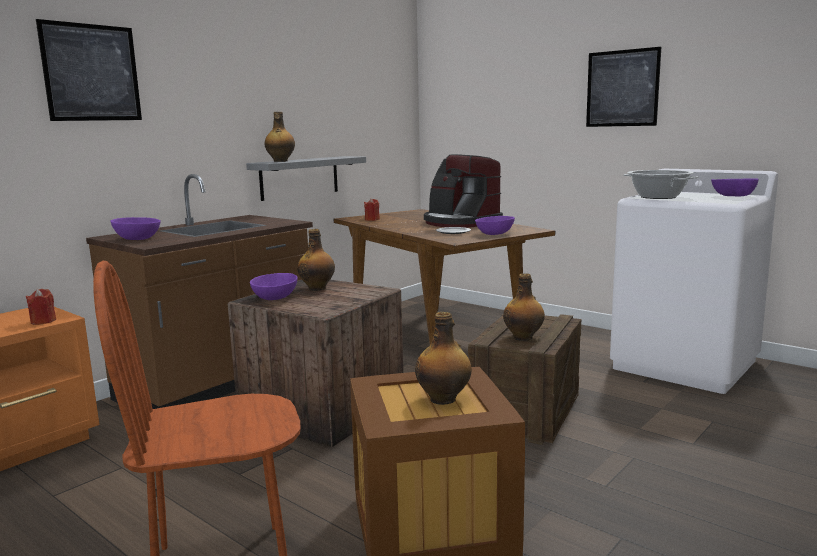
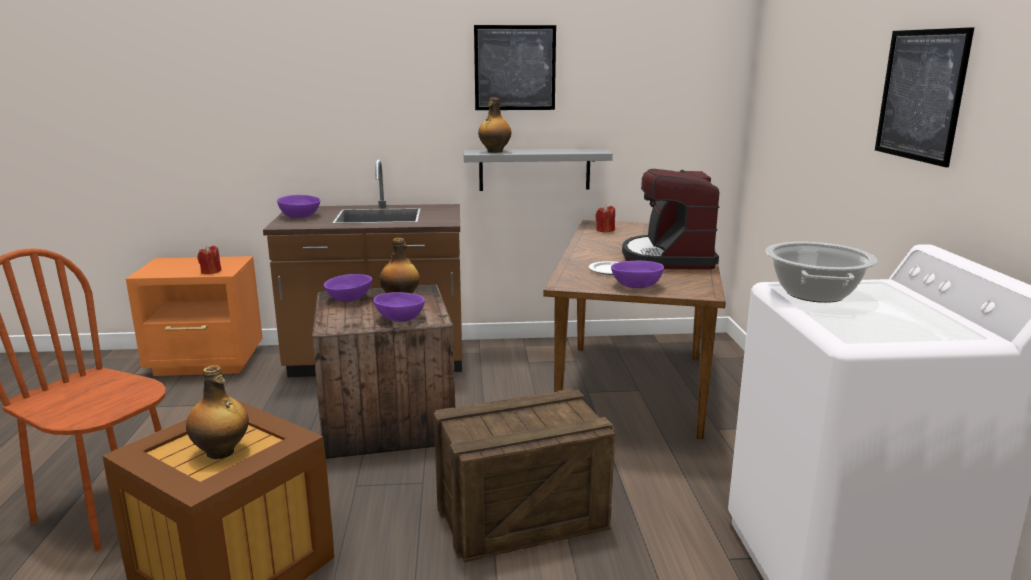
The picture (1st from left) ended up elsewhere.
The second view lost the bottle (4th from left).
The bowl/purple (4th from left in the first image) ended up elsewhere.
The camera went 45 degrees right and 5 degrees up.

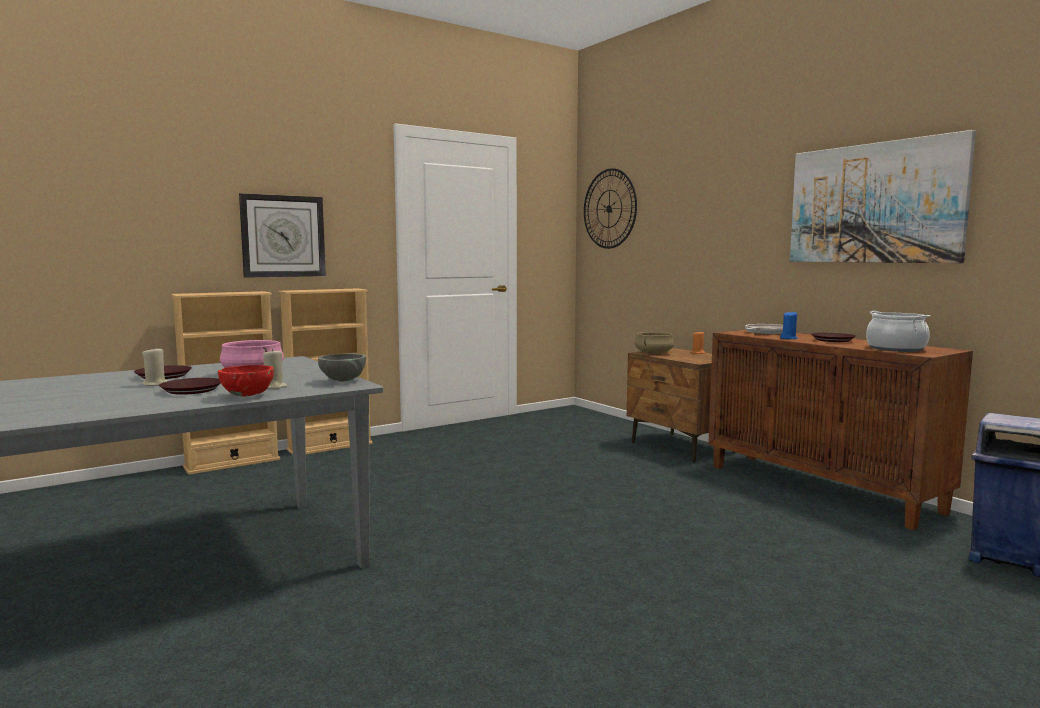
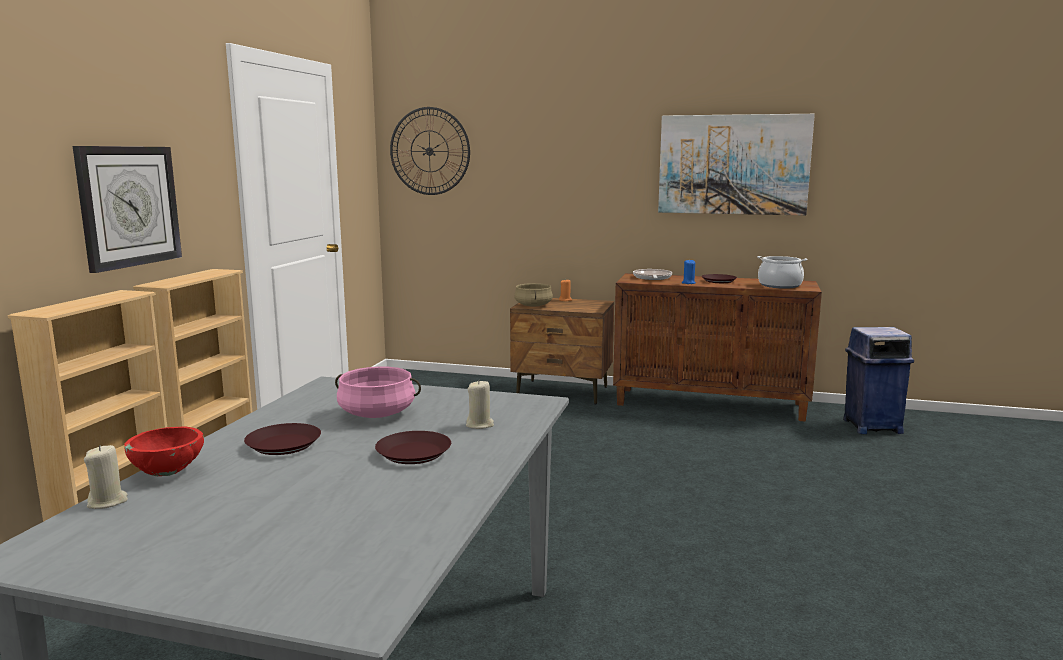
The candle/beige (1st from left) ended up elsewhere.
The bowl/red ended up elsewhere.
The second view lost the bowl/grey.
The camera went 40 degrees left and 5 degrees up.

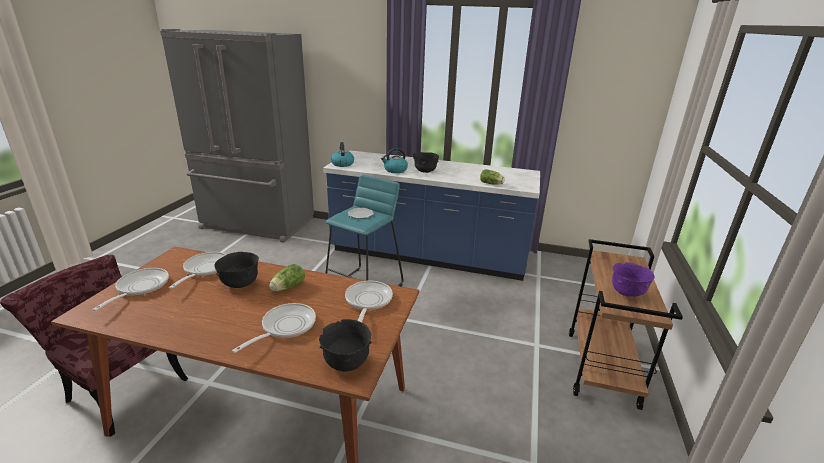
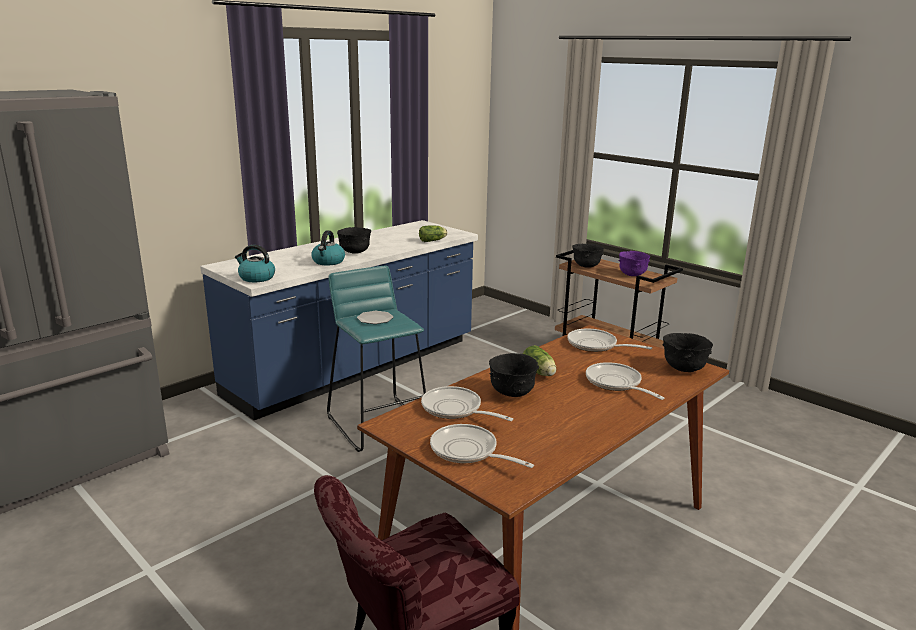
The second view gained the bowl/black (3rd from left).
The camera went 60 degrees left and 5 degrees down.

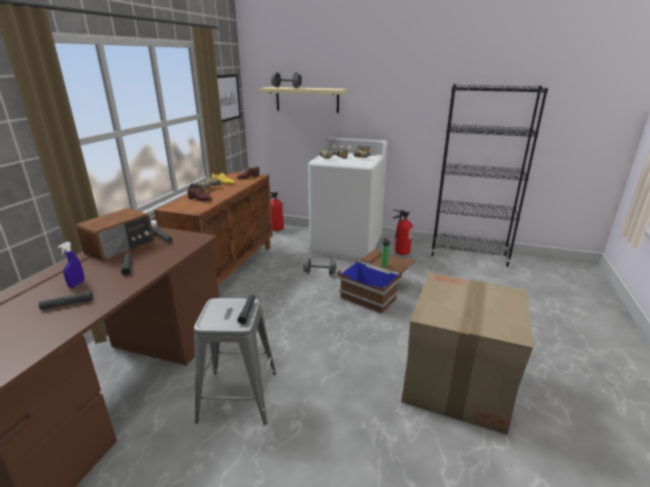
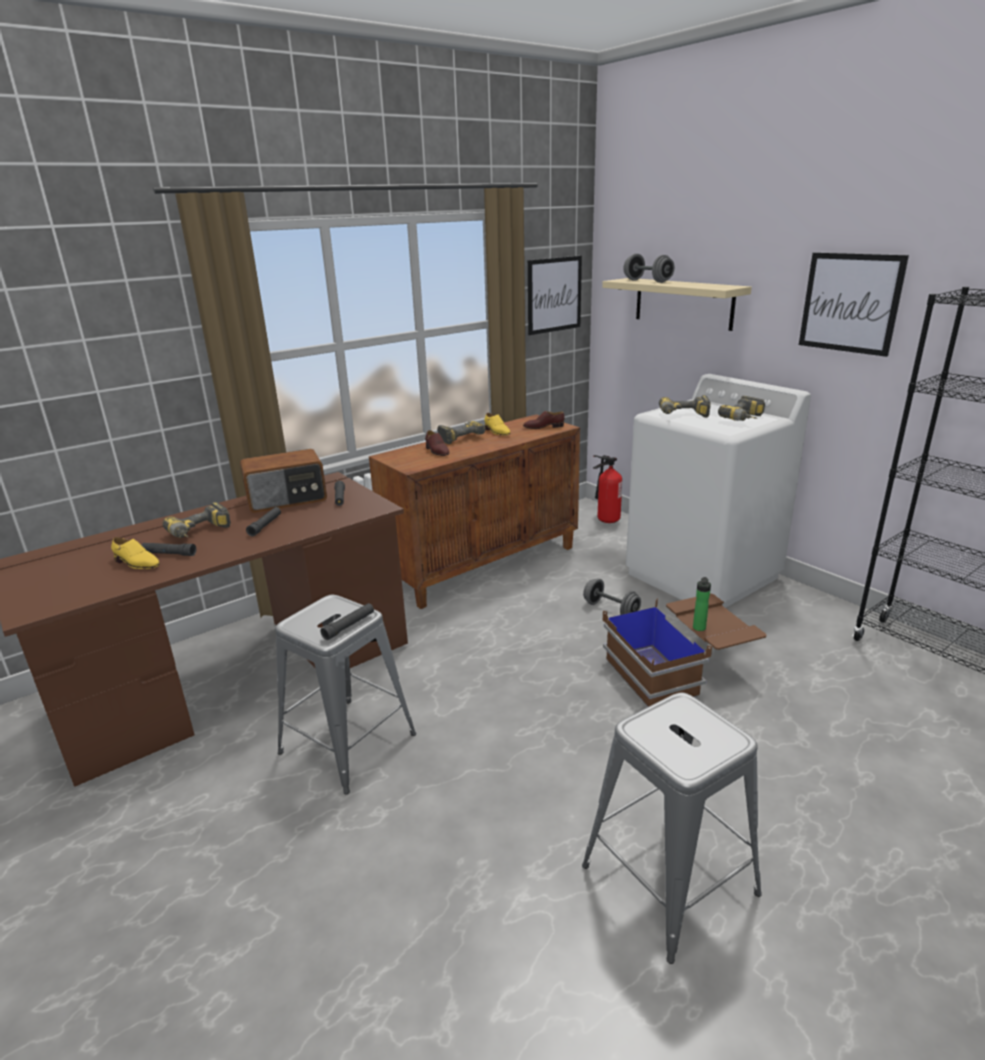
Where the spray bottle/blue stood, the power drill (1st from left) came to stand.
The second view lost the fire extinguisher (2nd from left).
Where the cardboard box stood, the stool/grey (2nd from left) came to stand.
The second view gained the shoe/yellow (1st from left).
The second view gained the picture (2nd from left).
The camera went 35 degrees right and 0 degrees up.

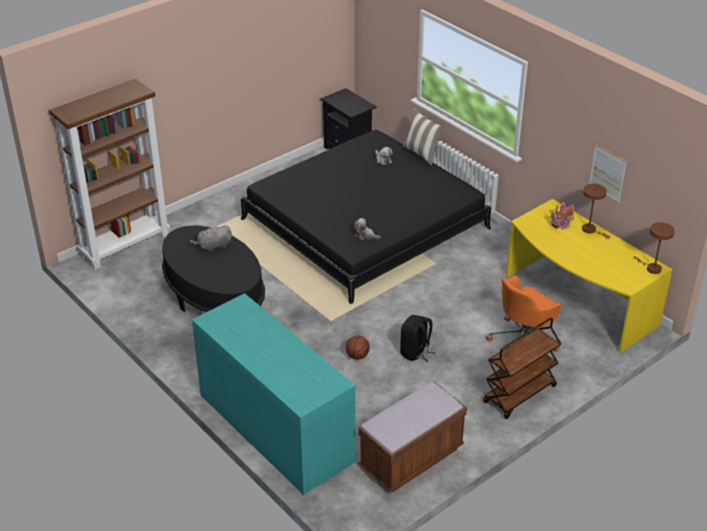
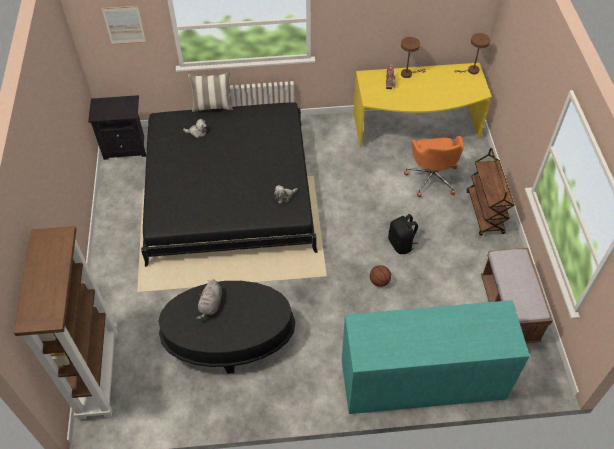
The picture ended up elsewhere.
The camera went 55 degrees left and 15 degrees up.

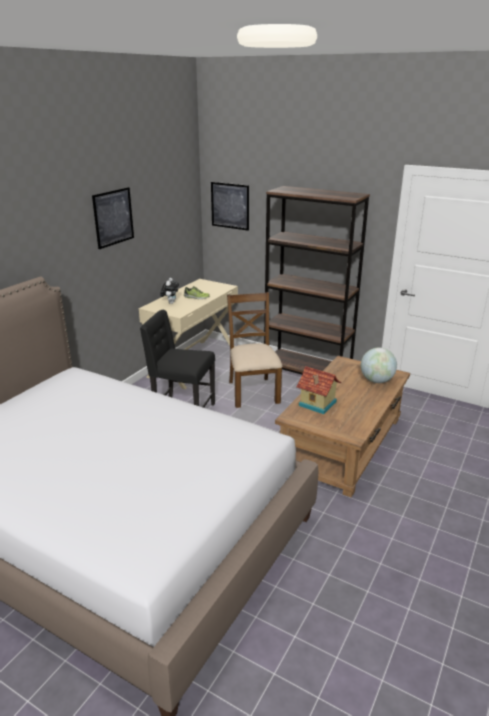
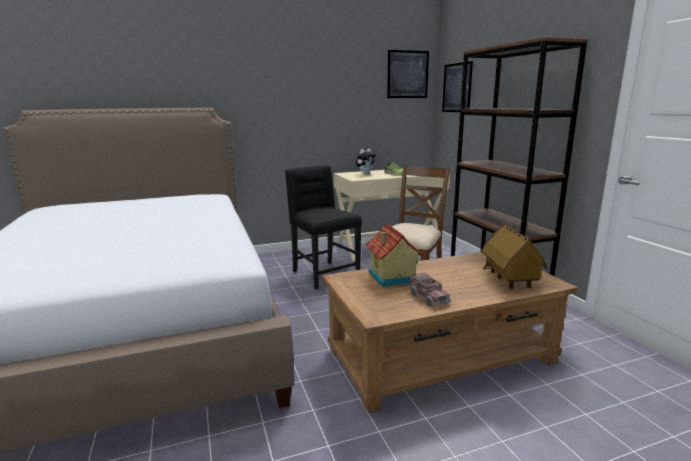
The picture (1st from left) ended up elsewhere.
Where the globe stood, the toy house (2nd from left) came to stand.
The second view gained the toy truck.
The camera went 40 degrees right and 10 degrees down.

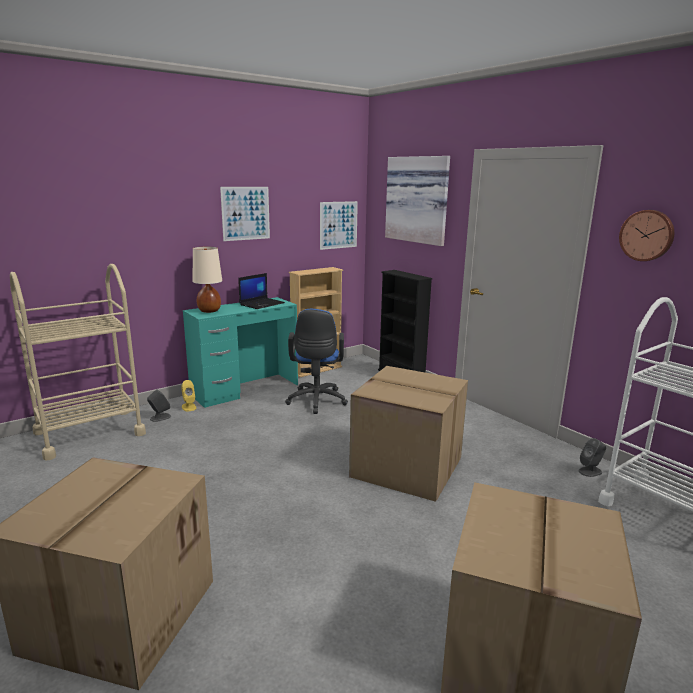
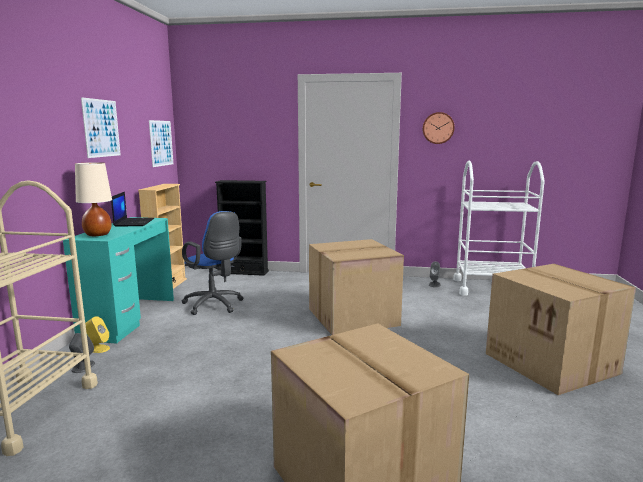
The second view lost the picture (3rd from left).
The camera went 45 degrees left and 5 degrees down.

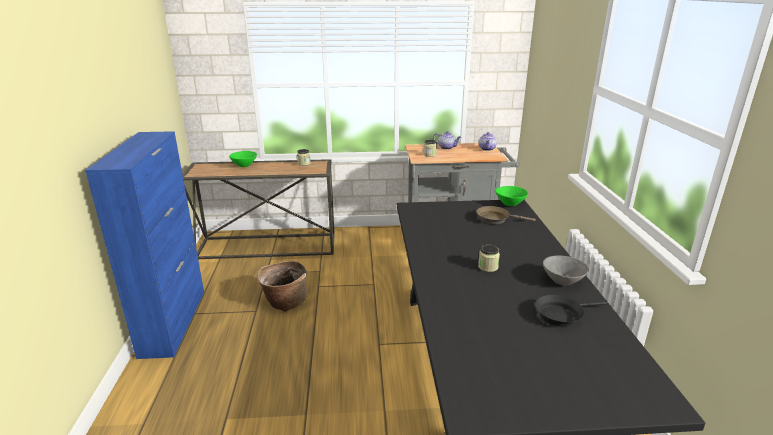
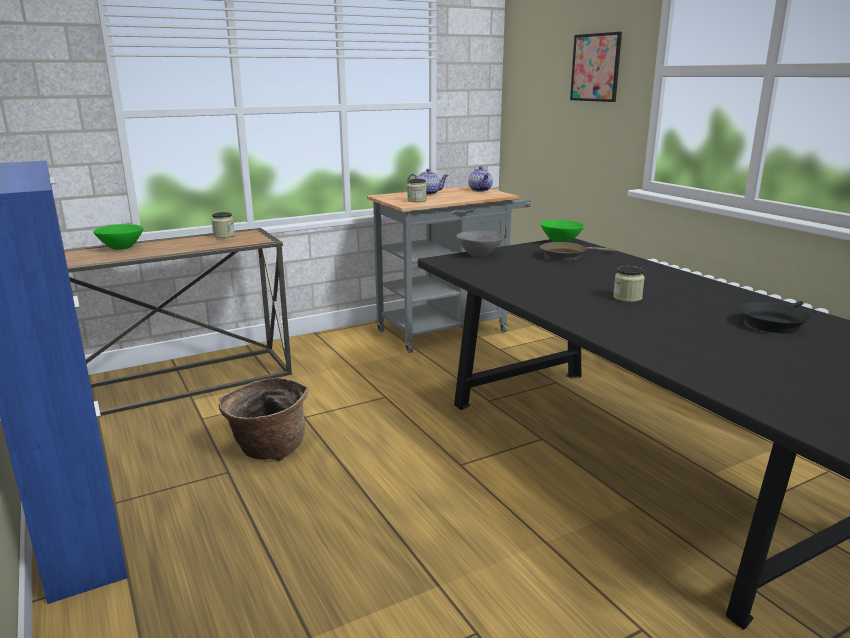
The bowl/grey ended up elsewhere.
The second view gained the picture.
The camera went 25 degrees left and 5 degrees down.

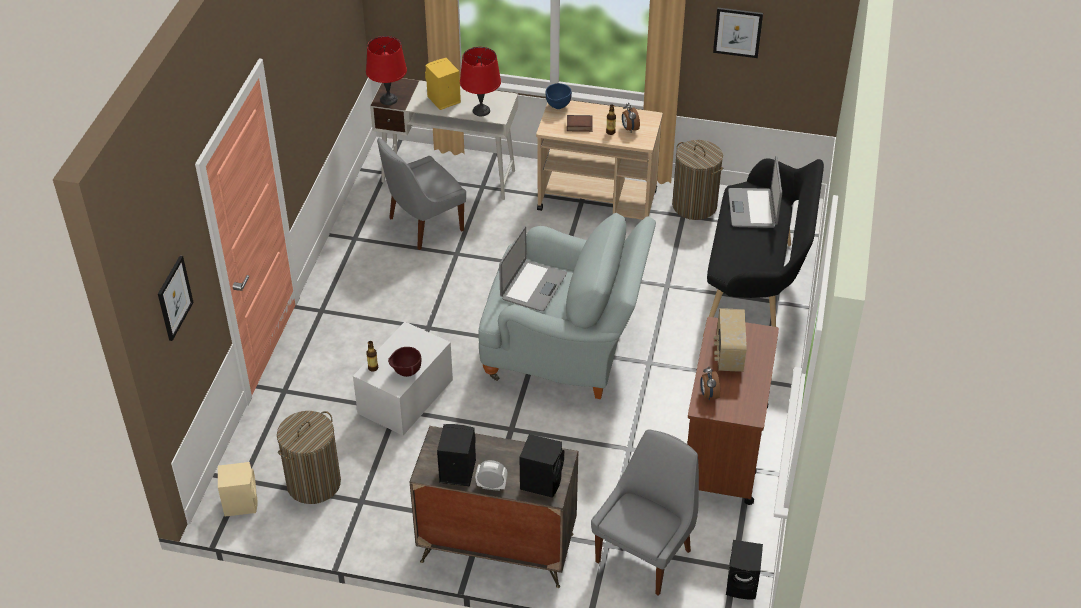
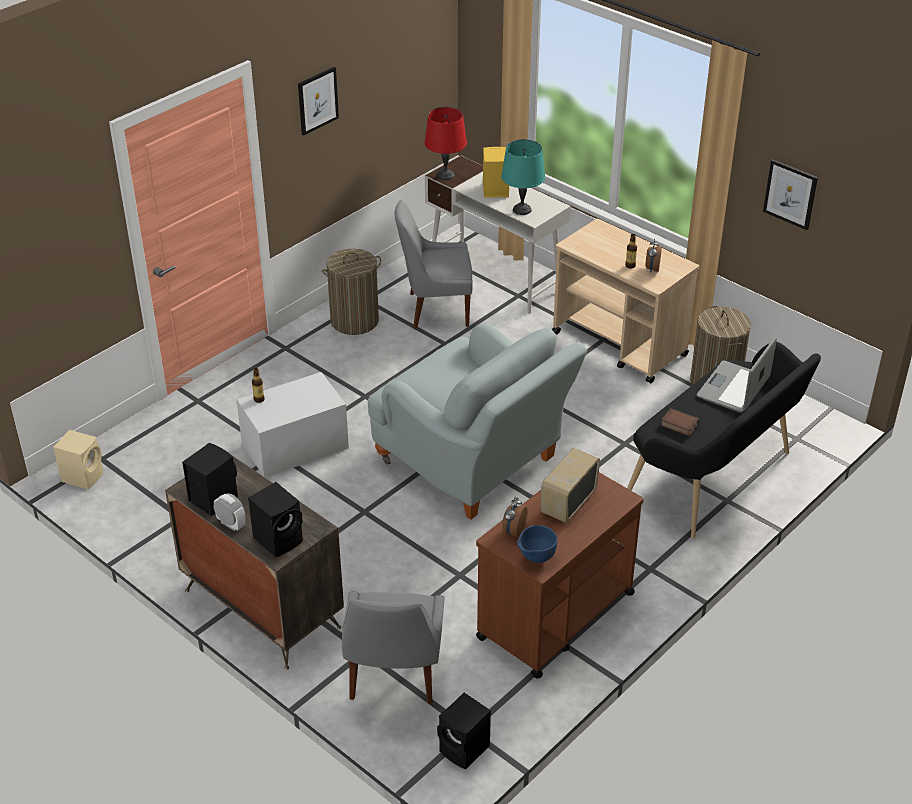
The picture (1st from left) ended up elsewhere.
The laundry basket (1st from left) ended up elsewhere.
The second view lost the bowl/brown.
What was the table lamp/red (2nd from left) turned into the table lamp/turquoise.
The second view lost the laptop (1st from left).
The bowl/blue ended up elsewhere.
The book ended up elsewhere.
The chair/grey (2nd from left in the first image) ended up facing another way, 120 degrees clockwise from before.
The camera went 30 degrees right and 5 degrees down.

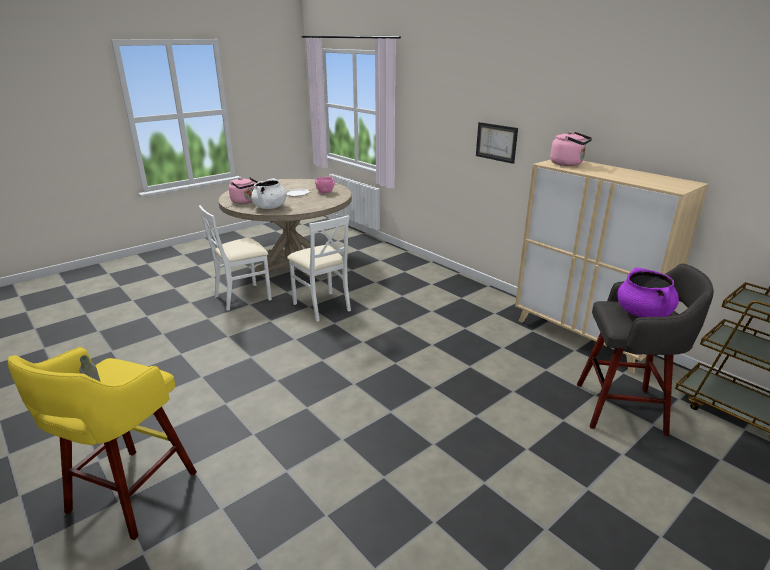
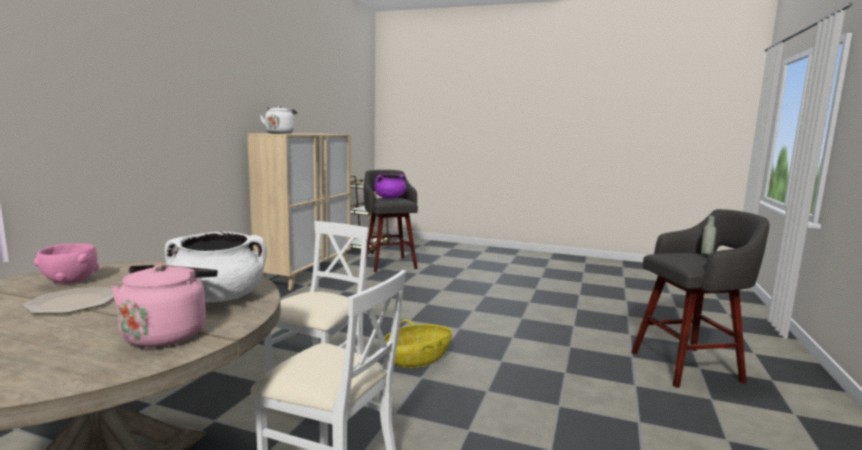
What was the stool/yellow turned into the stool/grey (2nd from left).
The second view lost the picture.
What was the kettle/pink (2nd from left) turned into the kettle/white.
The second view gained the basket.
The camera went 120 degrees left and 15 degrees down.

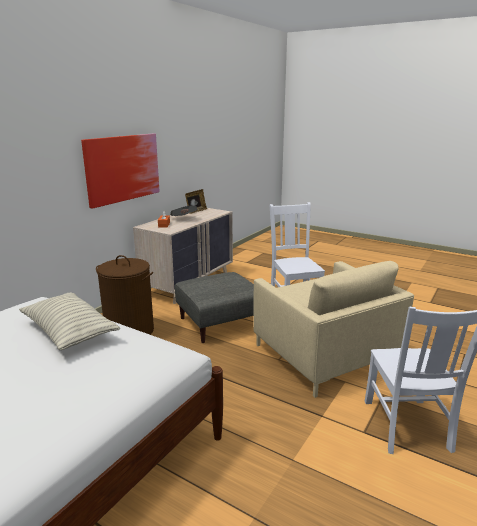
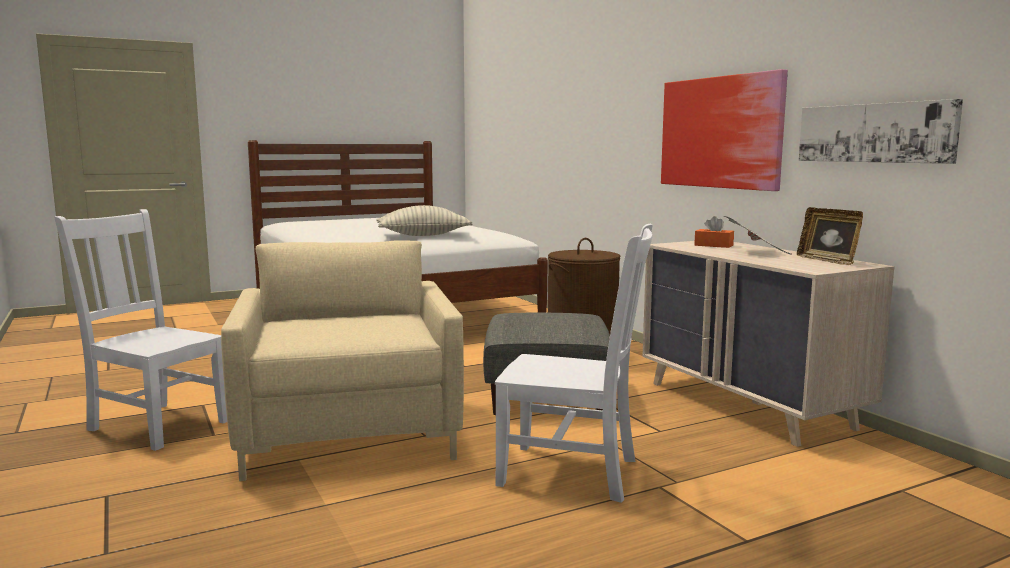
The armchair/beige ended up facing another way, 75 degrees clockwise from before.
The second view gained the picture (2nd from left).
The camera went 120 degrees right and 10 degrees down.

